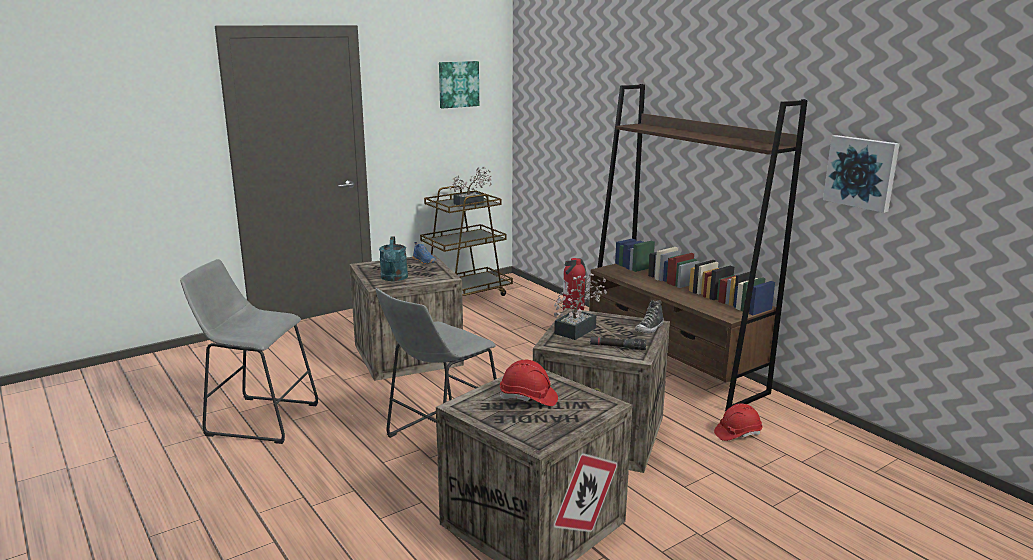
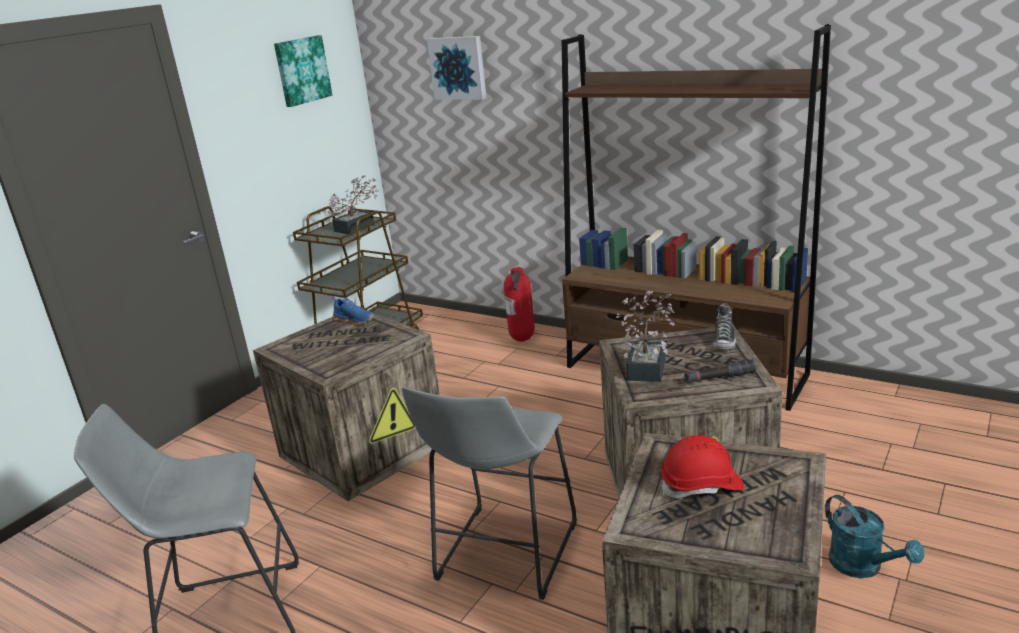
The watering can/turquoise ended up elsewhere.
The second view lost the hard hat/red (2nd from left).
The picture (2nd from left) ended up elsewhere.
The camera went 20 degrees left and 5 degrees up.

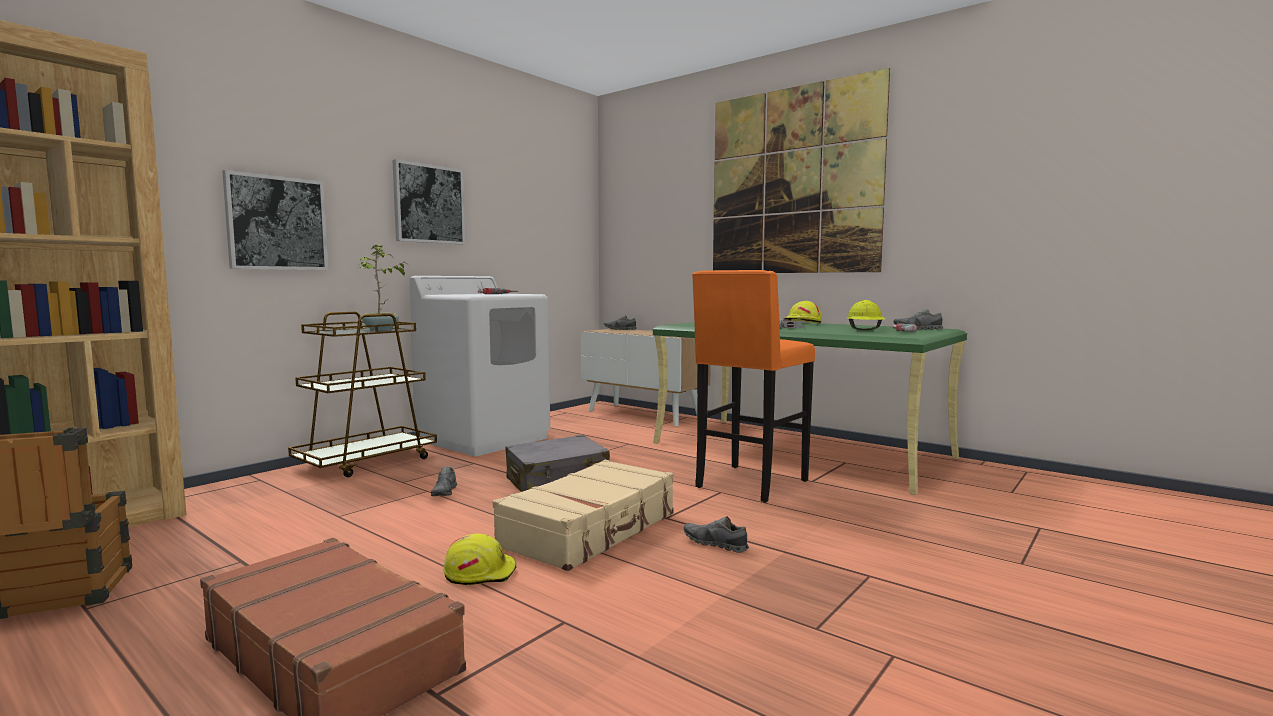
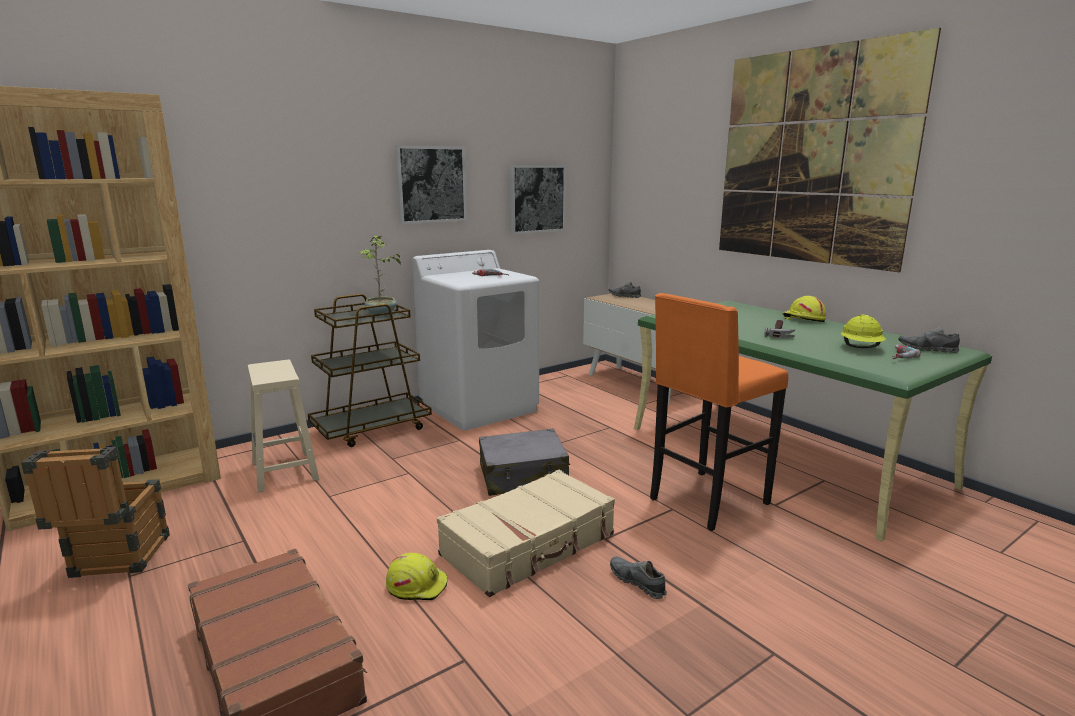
The picture (1st from left in the first image) ended up elsewhere.
The second view lost the shoe/grey (1st from left).
The second view gained the stool/beige.
The camera went 15 degrees right and 10 degrees up.

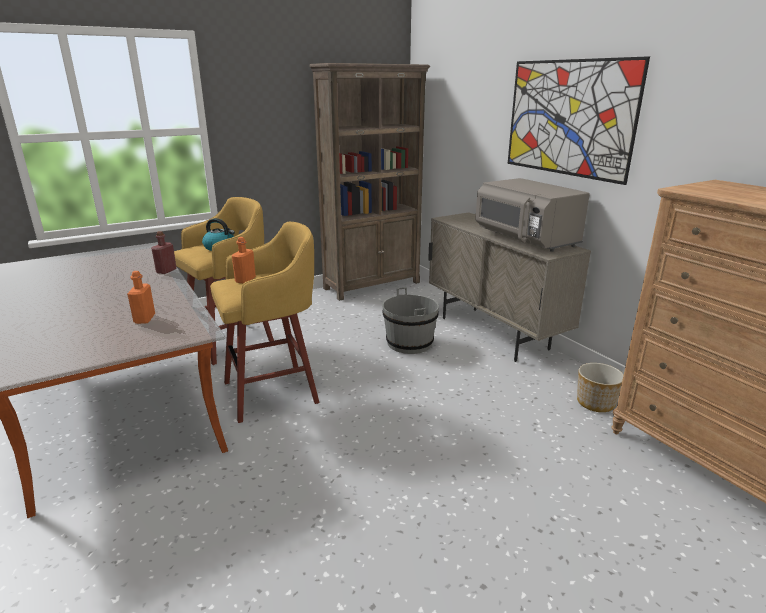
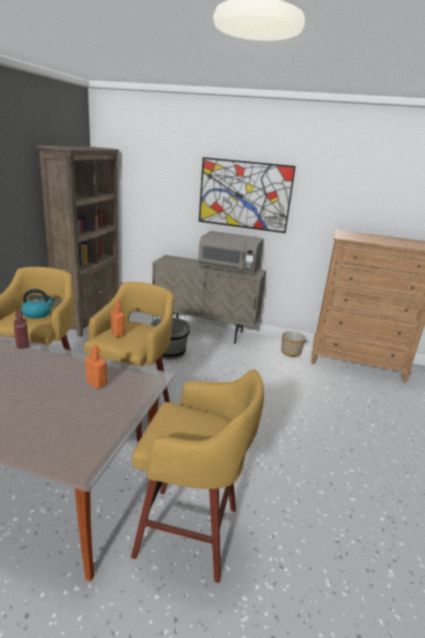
The second view gained the stool/yellow (3rd from left).
The camera went 45 degrees left and 0 degrees up.

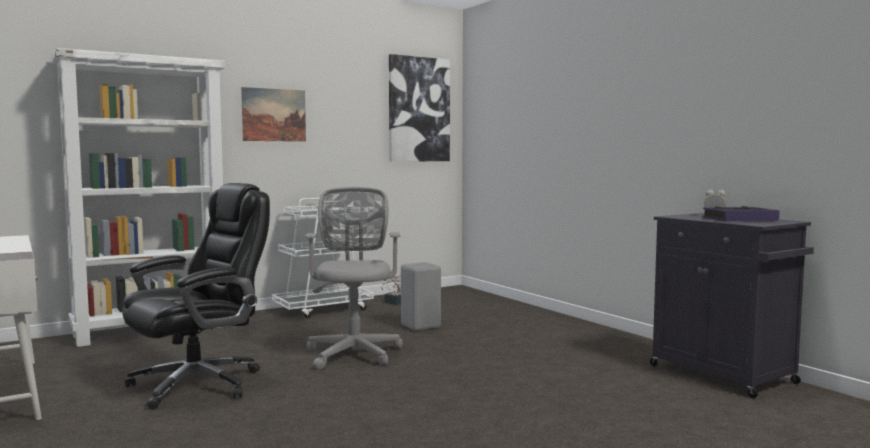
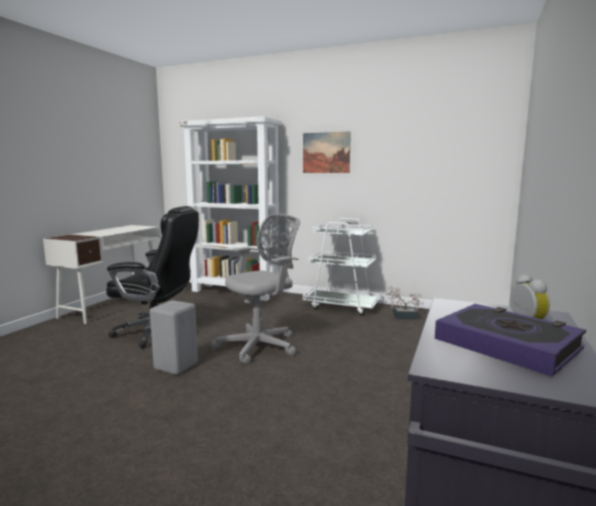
The second view lost the picture (2nd from left).
The stool/grey ended up elsewhere.
The camera went 55 degrees right and 5 degrees up.

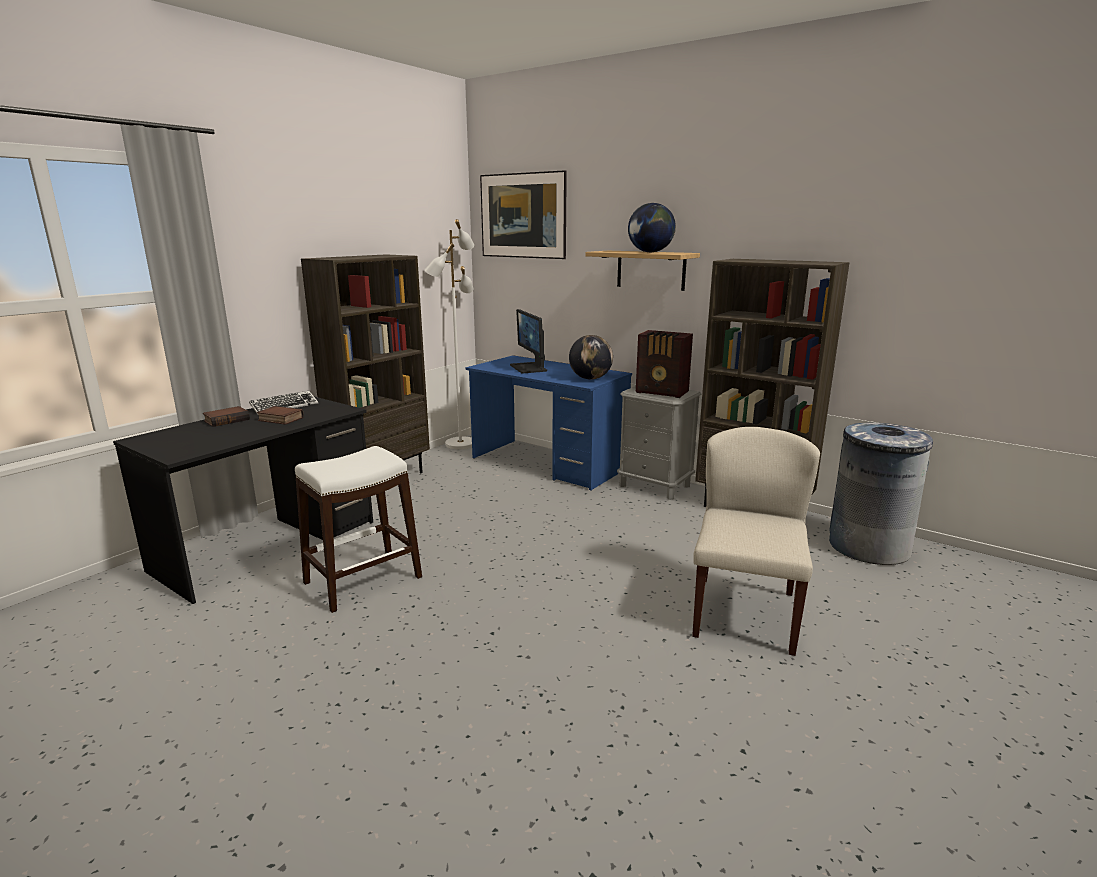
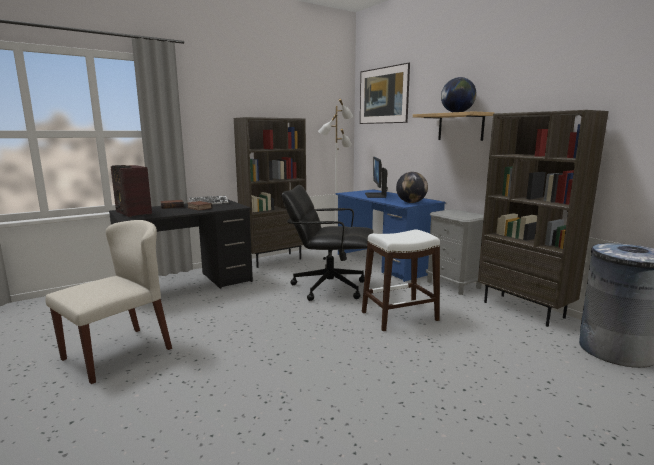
The stool/white ended up elsewhere.
The radio ended up elsewhere.
The chair/beige ended up elsewhere.
The second view gained the office chair/black.
The camera went 20 degrees right and 5 degrees down.

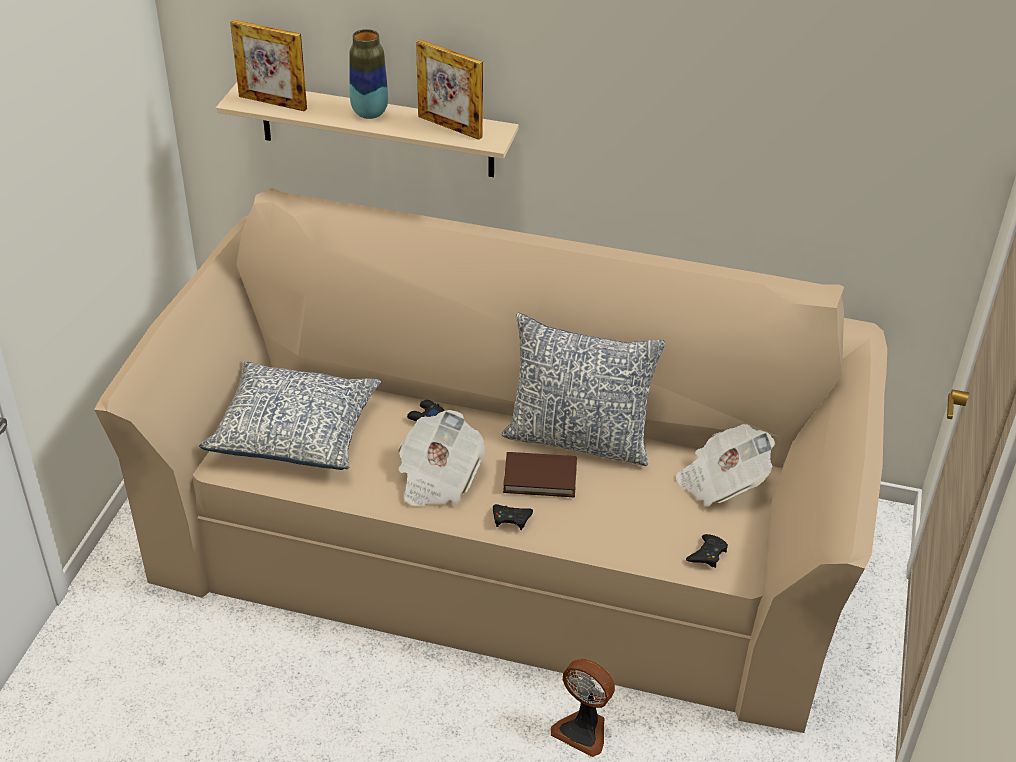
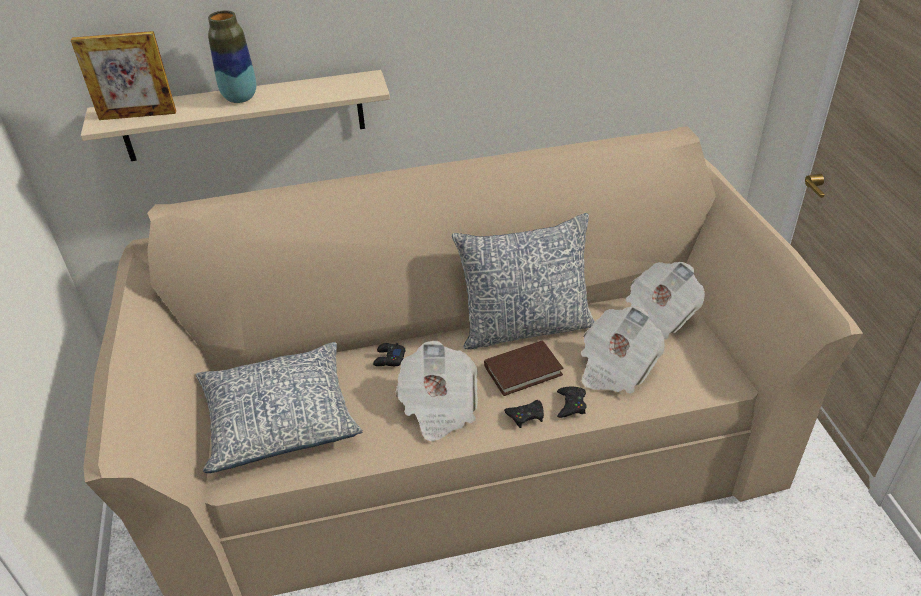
The second view lost the picture frame (2nd from left).
The second view lost the fan.
The game controller/black (3rd from left) ended up elsewhere.
The second view gained the newspaper (2nd from left).
The camera went 25 degrees left and 0 degrees up.

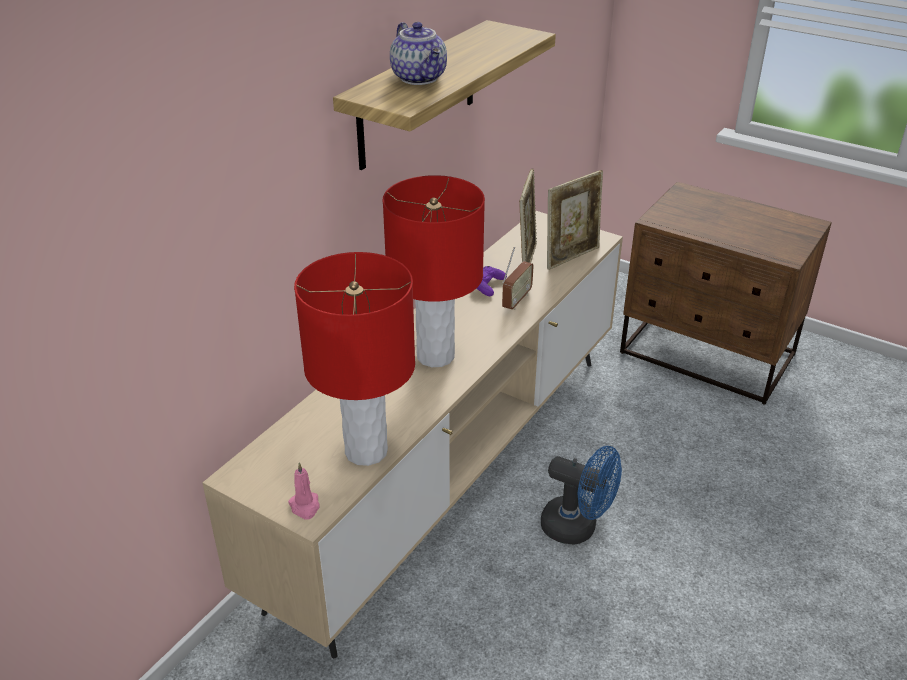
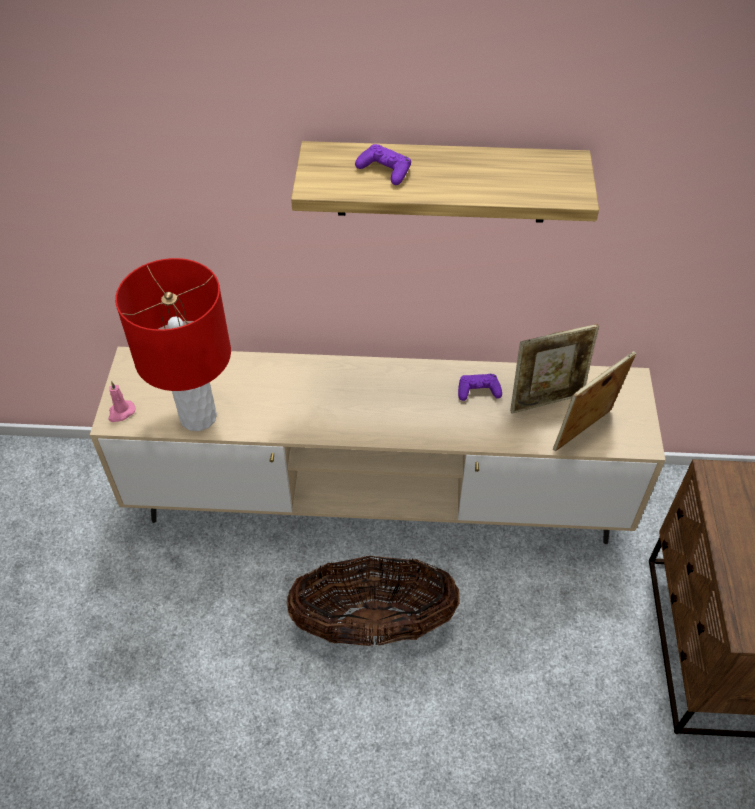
The second view lost the table lamp/red (2nd from left).
Where the teapot stood, the game controller/purple (1st from left) came to stand.
The second view lost the radio.
Where the fan/blue stood, the basket came to stand.
The picture frame (2nd from left) ended up facing another way, 120 degrees clockwise from before.
The camera went 60 degrees right and 15 degrees up.

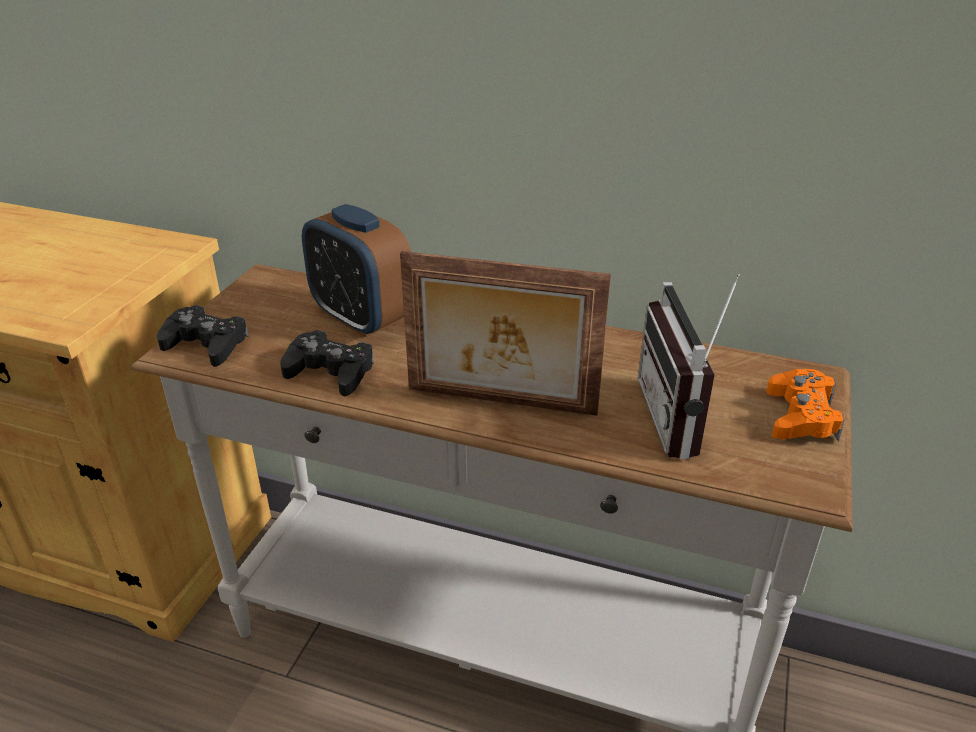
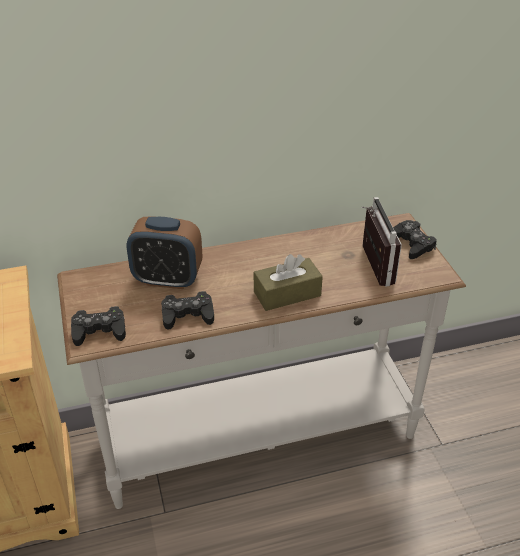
Where the picture frame stood, the tissue box/brown came to stand.
The radio ended up facing another way, 150 degrees counterclockwise from before.
What was the game controller/orange turned into the game controller/black (3rd from left).
The camera went 35 degrees left and 5 degrees up.

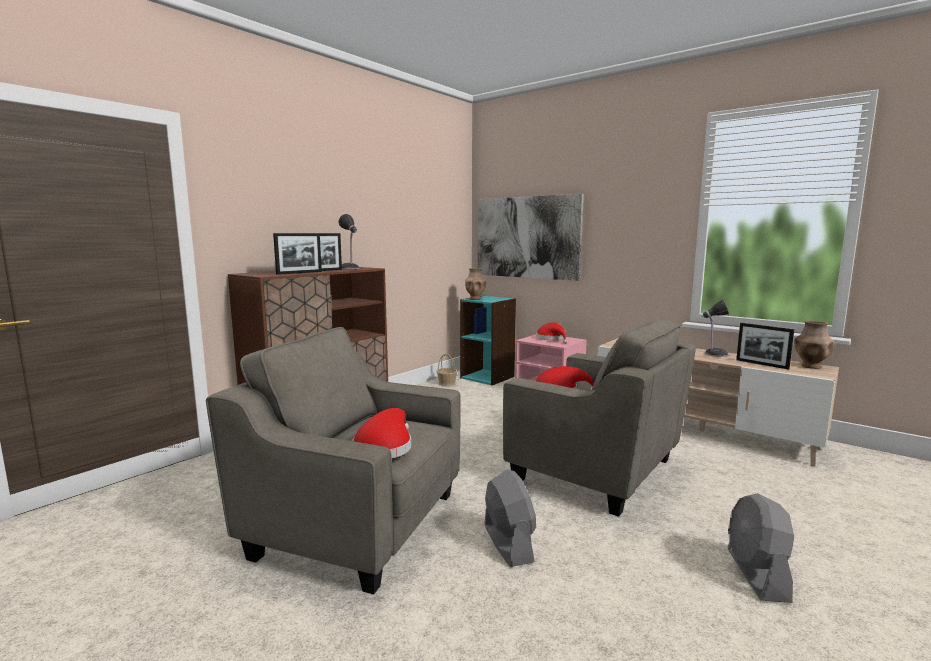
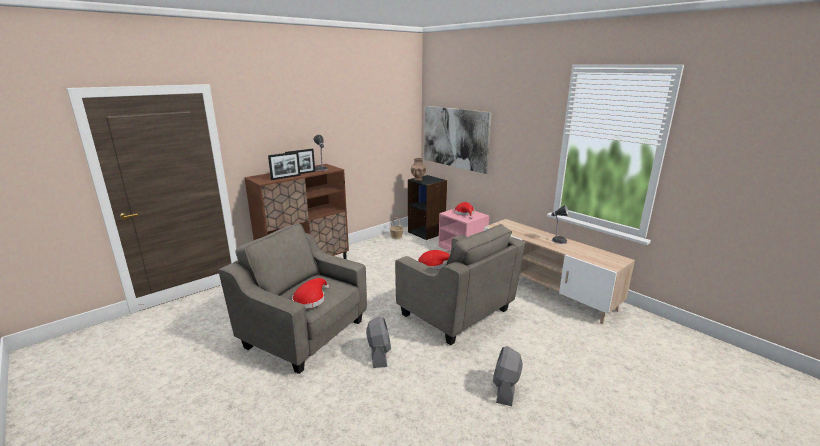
What was the bookcase/turquoise turned into the bookcase/black.
The second view lost the picture frame (3rd from left).
The second view lost the vase/brown (2nd from left).
The camera went 10 degrees right and 10 degrees up.

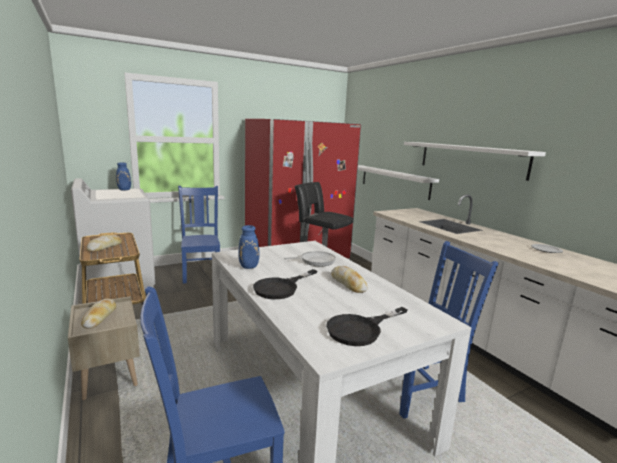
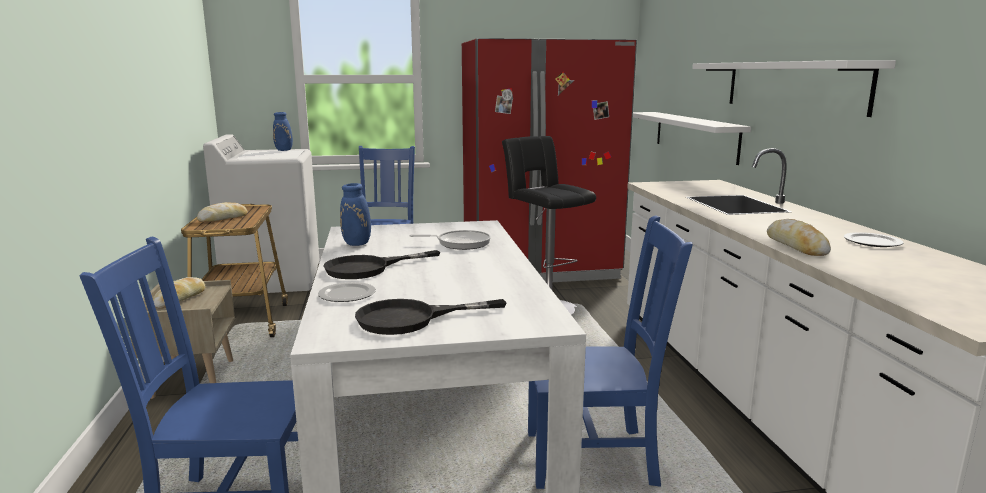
The bread (3rd from left) ended up elsewhere.
The second view gained the plate (1st from left).
The camera went 20 degrees right and 0 degrees up.

